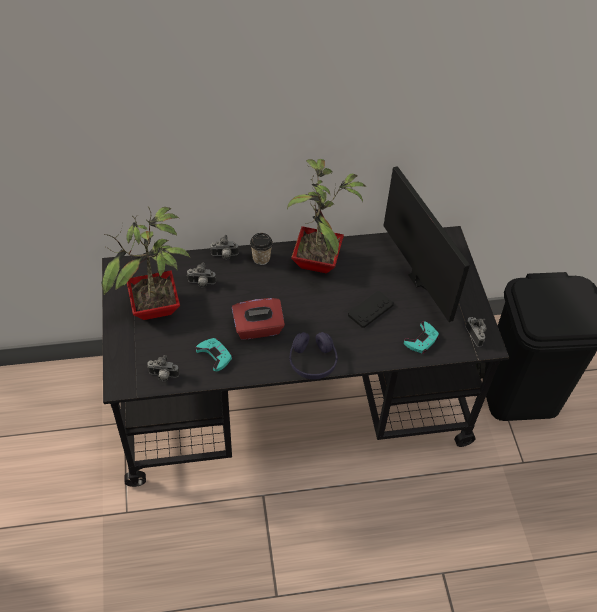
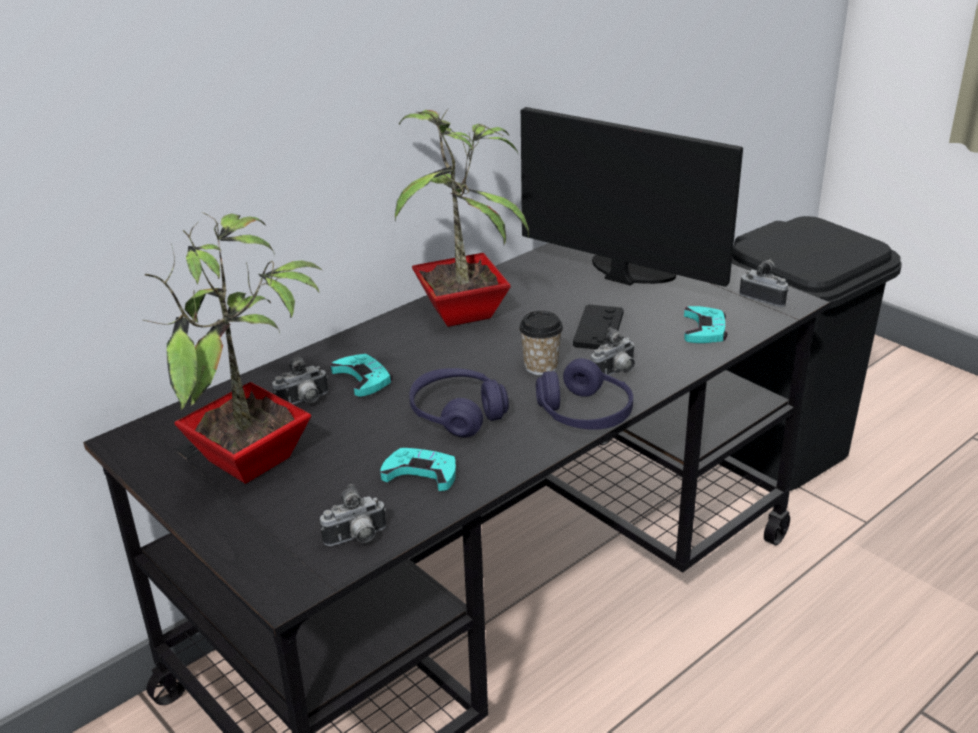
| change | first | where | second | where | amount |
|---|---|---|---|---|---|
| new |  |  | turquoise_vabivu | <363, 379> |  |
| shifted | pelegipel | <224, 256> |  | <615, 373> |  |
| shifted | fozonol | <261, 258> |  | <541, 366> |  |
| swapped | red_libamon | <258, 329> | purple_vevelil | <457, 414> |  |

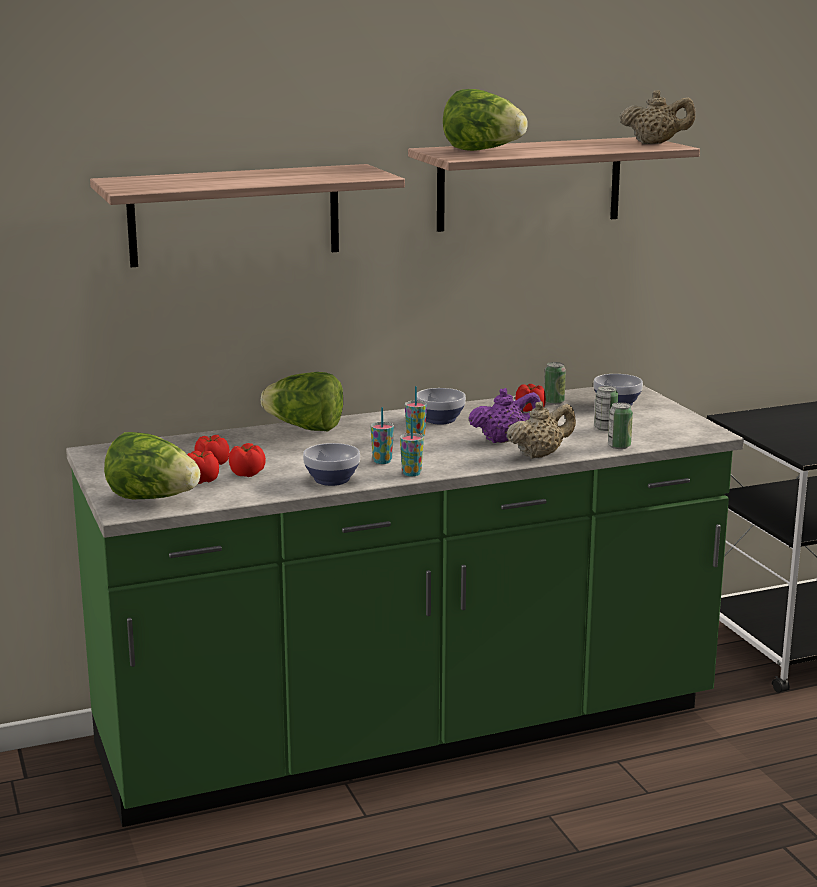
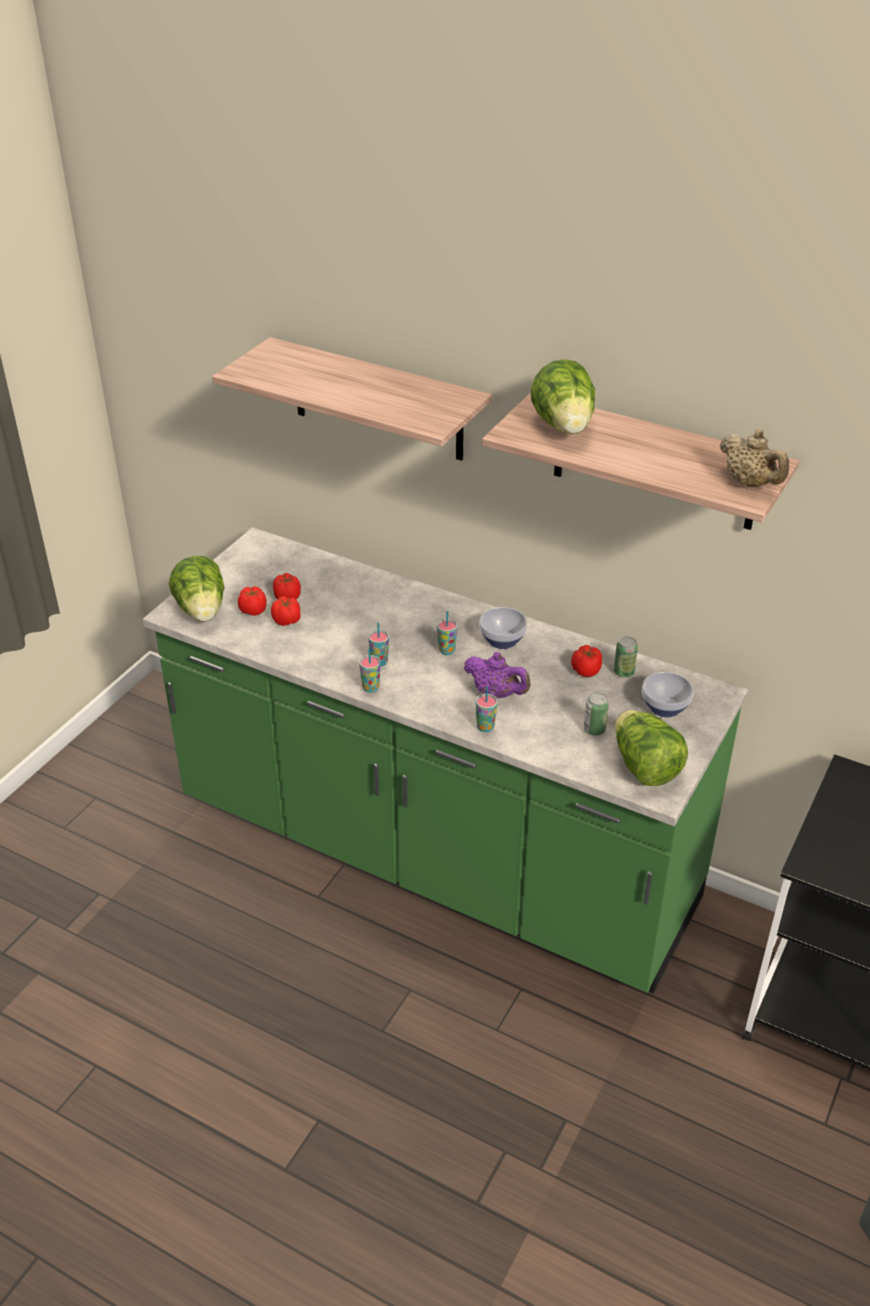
| change | first | where | second | where | amount |
|---|---|---|---|---|---|
| gone | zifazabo | <333, 480> |  |  |  |
| gone | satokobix | <619, 446> |  |  |  |
| shifted | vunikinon | <305, 428> |  | <644, 767> |  |
| swapped | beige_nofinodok | <539, 455> | fozonol | <485, 727> |  |

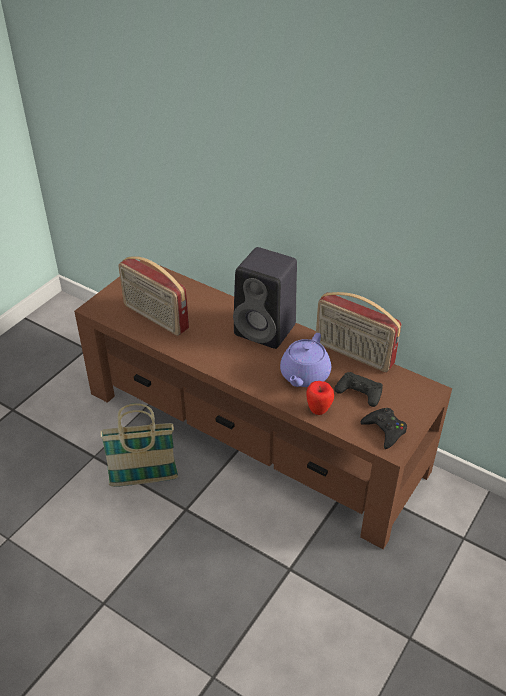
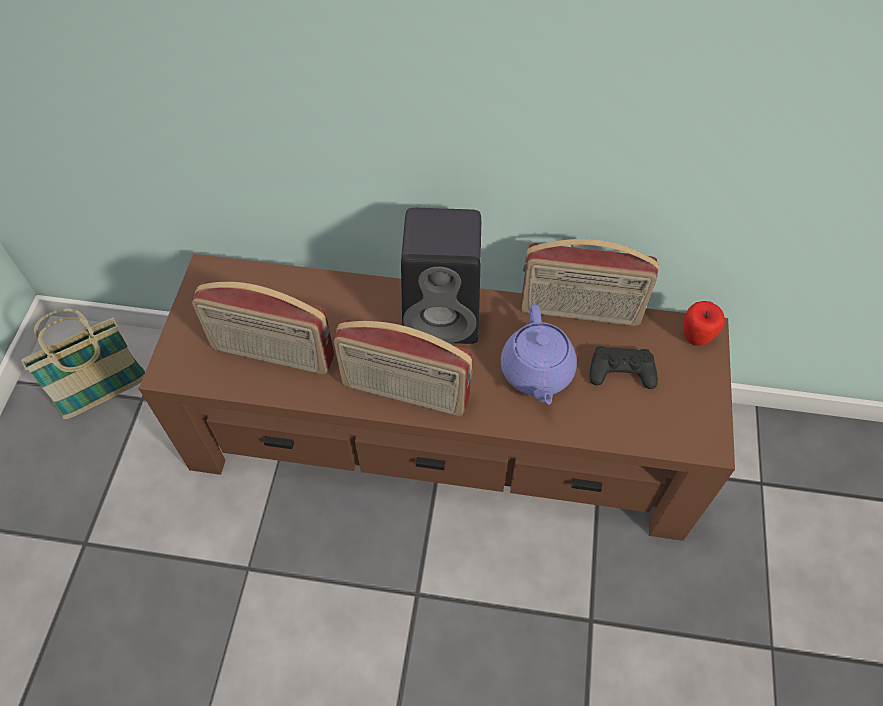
| change | first | where | second | where | amount |
|---|---|---|---|---|---|
| gone | black_vabivu | <385, 430> |  |  |  |
| new |  |  | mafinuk | <404, 393> |  |
| shifted | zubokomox | <144, 480> |  | <106, 395> |  |
| shifted | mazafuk | <318, 410> |  | <696, 337> |  |

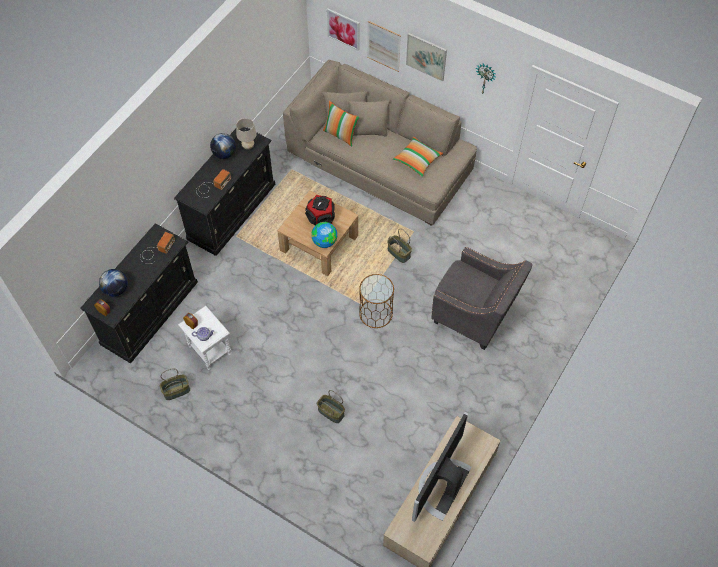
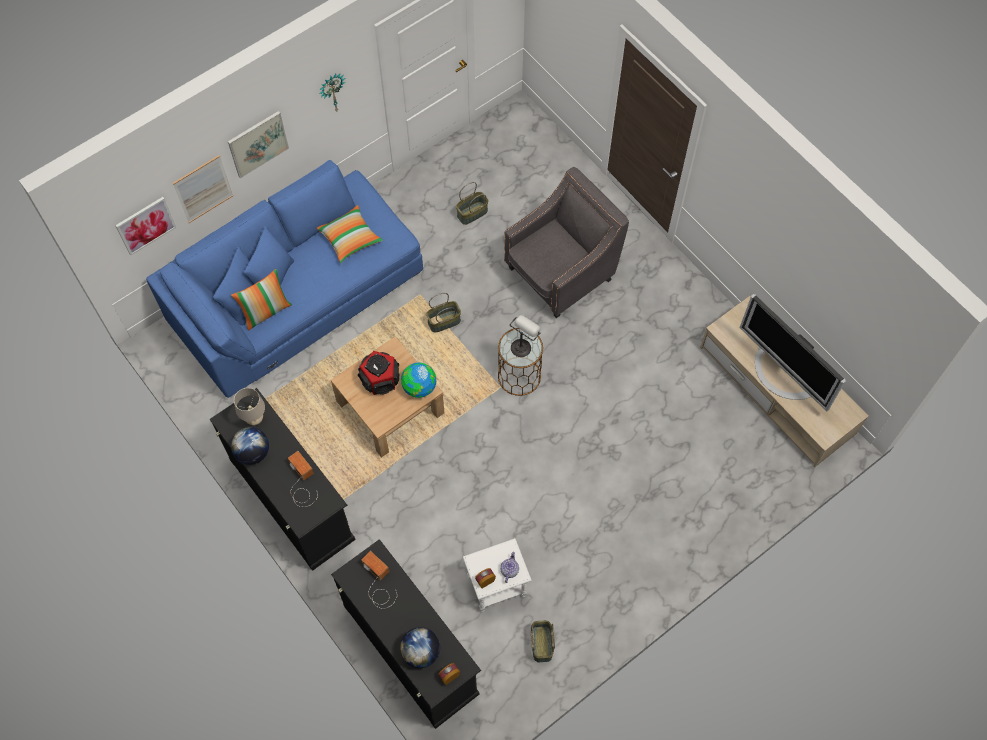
| change | first | where | second | where | amount |
|---|---|---|---|---|---|
| new |  |  | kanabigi | <523, 344> |  |
| shifted | zubokomox | <330, 412> |  | <472, 214> |  |
| repainted | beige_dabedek | <380, 162> | blue_dabedek | <297, 296> |  |

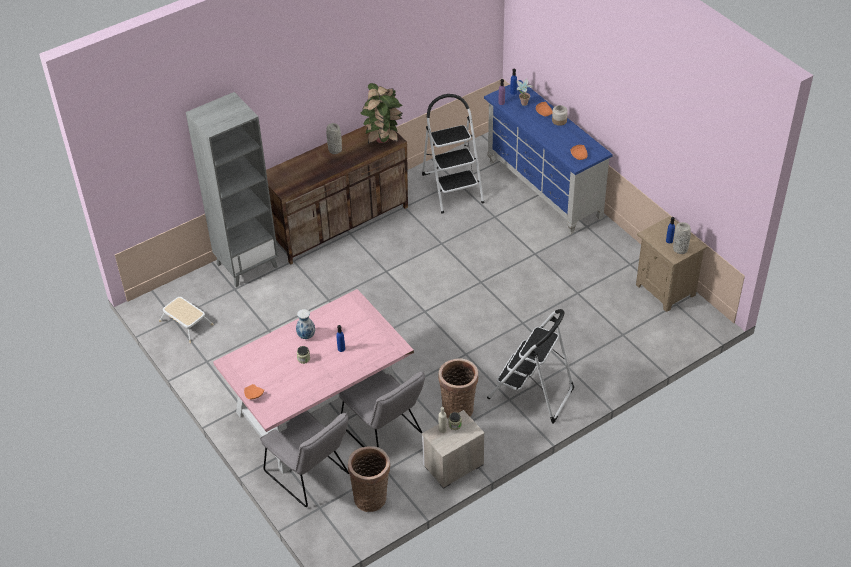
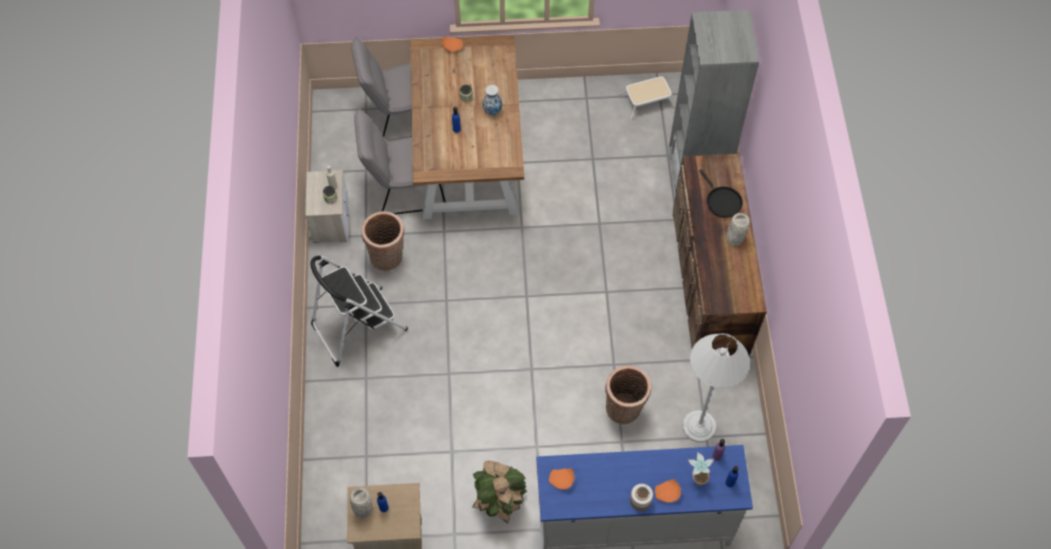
| change | first | where | second | where | amount |
|---|---|---|---|---|---|
| new |  |  | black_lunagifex | <722, 201> |  |
| shifted | zubokomox | <371, 496> |  | <624, 410> |  |
| shifted | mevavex | <383, 138> |  | <499, 503> |  |
| swapped | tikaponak | <452, 187> | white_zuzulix | <699, 426> |  |
| repainted | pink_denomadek | <320, 409> | brown_denomadek | <467, 154> |  |

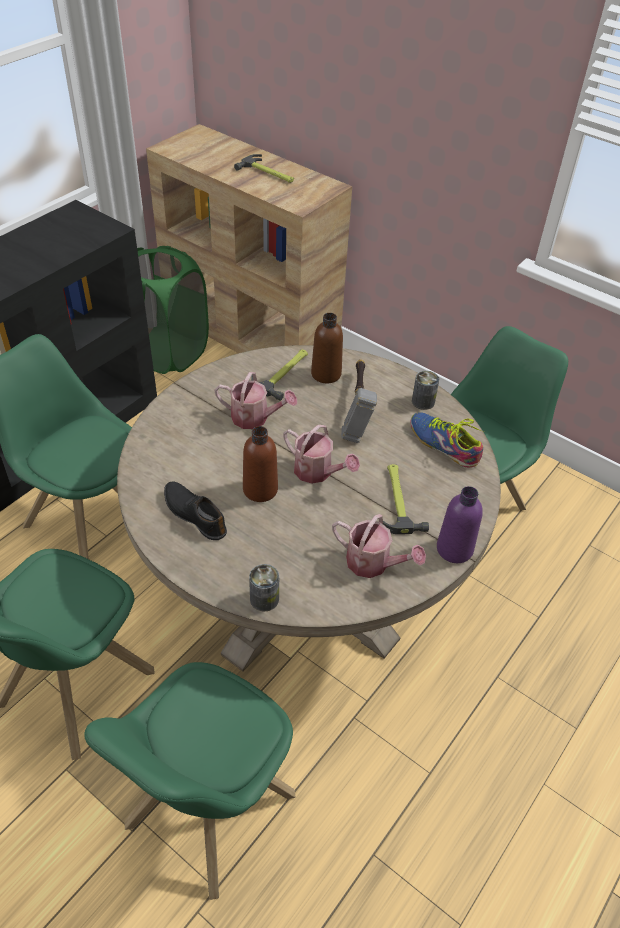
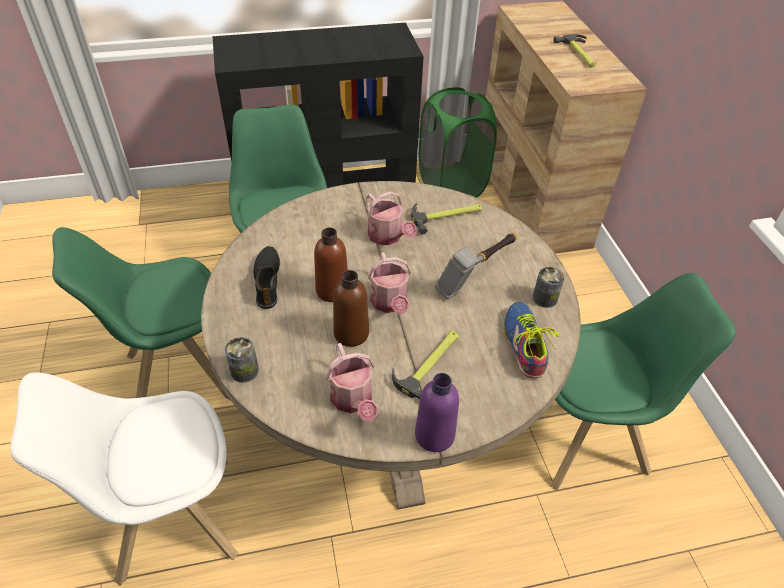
| change | first | where | second | where | amount |
|---|---|---|---|---|---|
| shifted | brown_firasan | <326, 374> |  | <351, 333> |  |
| repainted | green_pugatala | <208, 809> | white_pugatala | <173, 519> |  |

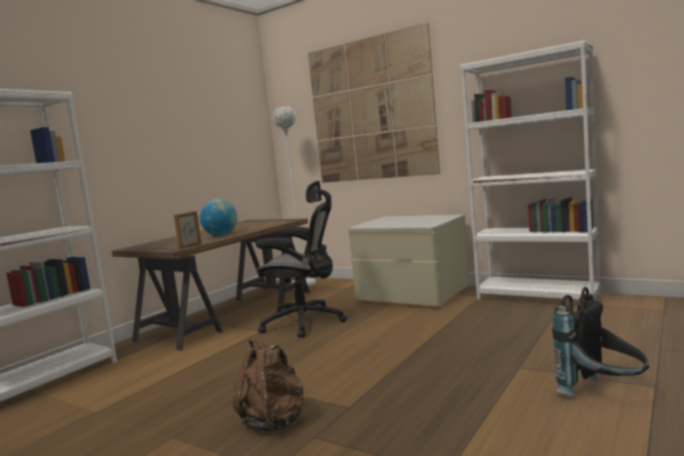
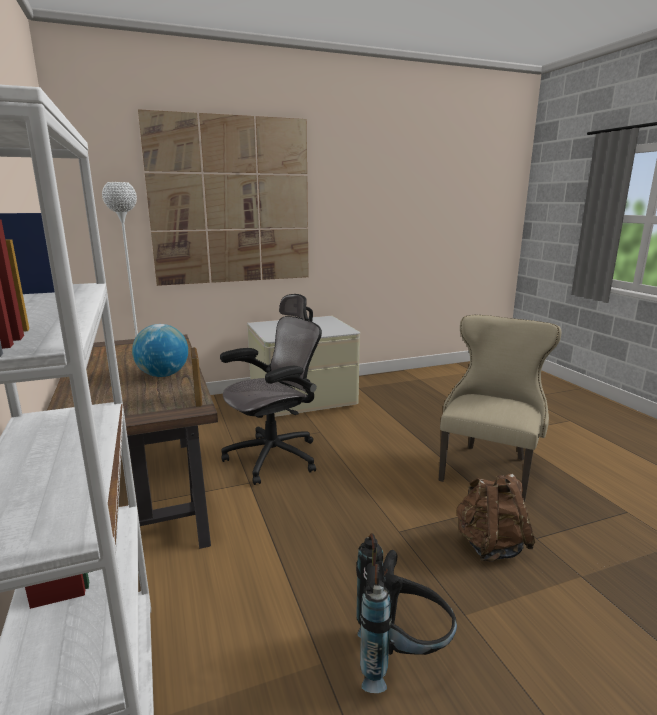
| change | first | where | second | where | amount |
|---|---|---|---|---|---|
| gone | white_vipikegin | <538, 297> |  |  |  |
| new |  |  | beige_pugatala | <489, 468> |  |
| shifted | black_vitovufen | <602, 395> |  | <400, 657> |  |

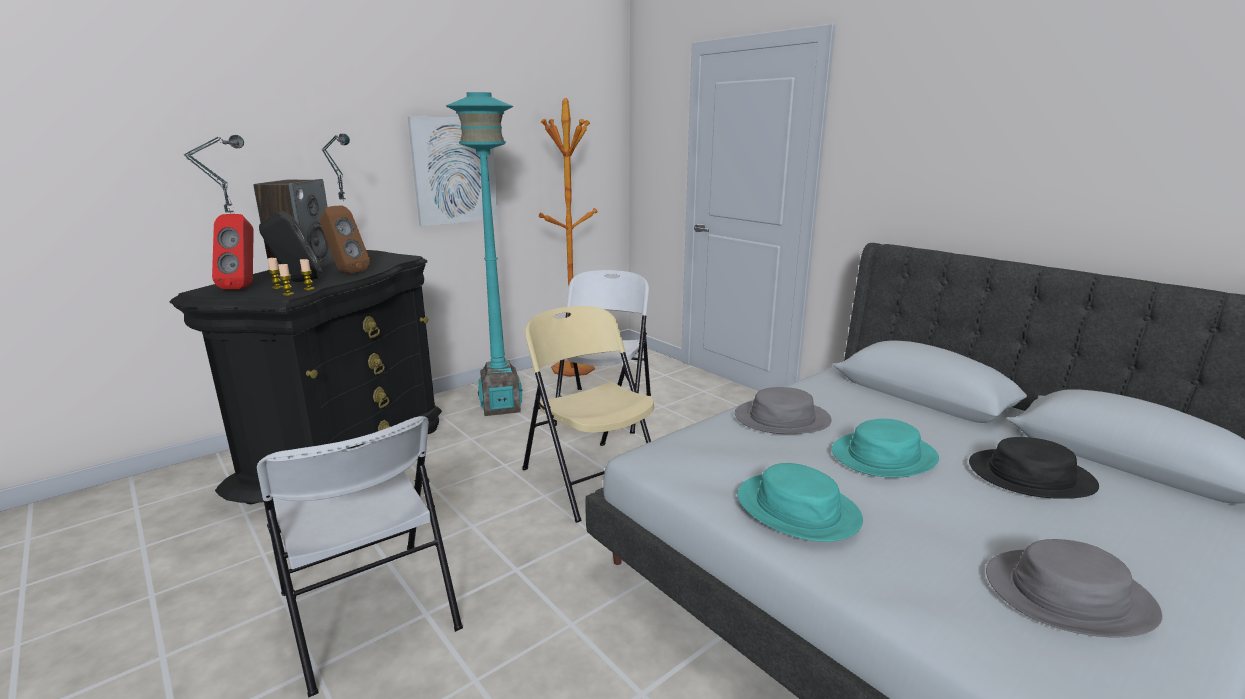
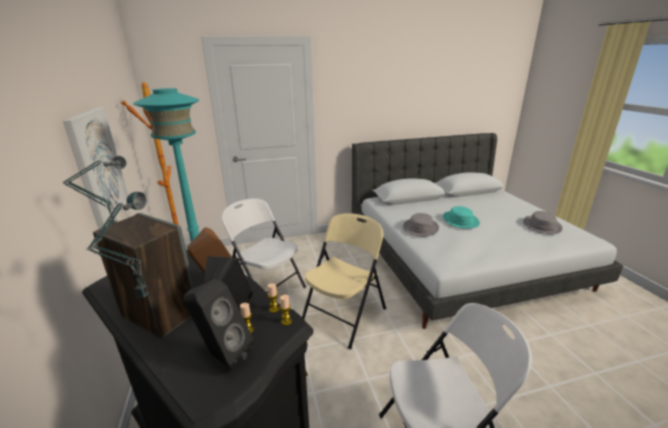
| change | first | where | second | where | amount |
|---|---|---|---|---|---|
| gone | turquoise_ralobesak | <797, 508> |  |  |  |
| gone | black_ralobesak | <1030, 475> |  |  |  |
| repainted | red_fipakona | <244, 287> | black_fipakona | <222, 356> |  |
| rotated | beige_pugatala | <592, 479> |  | <344, 316> | 135 degrees clockwise |

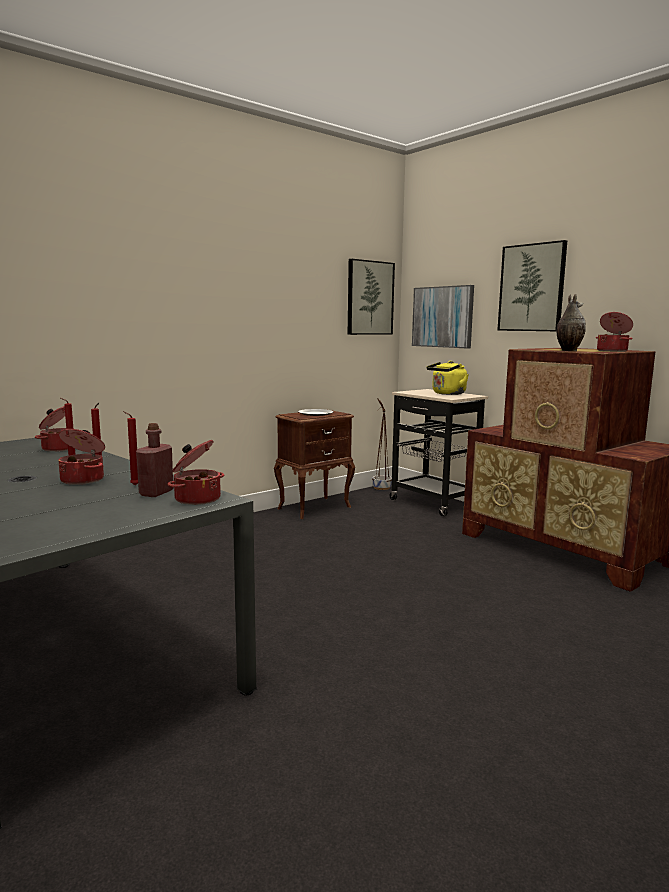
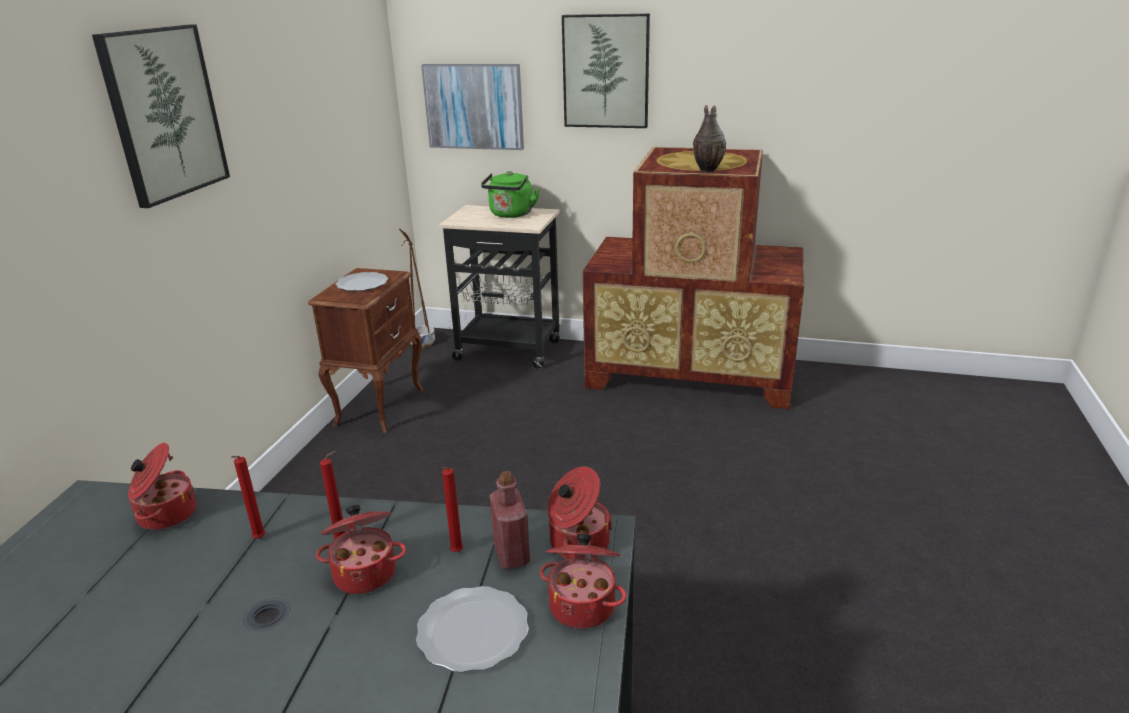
| change | first | where | second | where | amount |
|---|---|---|---|---|---|
| new |  |  | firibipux | <474, 632> |  |
| shifted | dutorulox | <369, 298> |  | <164, 113> |  |
| shifted | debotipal | <612, 351> |  | <583, 605> |  |
| repainted | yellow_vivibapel | <447, 394> | green_vivibapel | <511, 215> |  |

